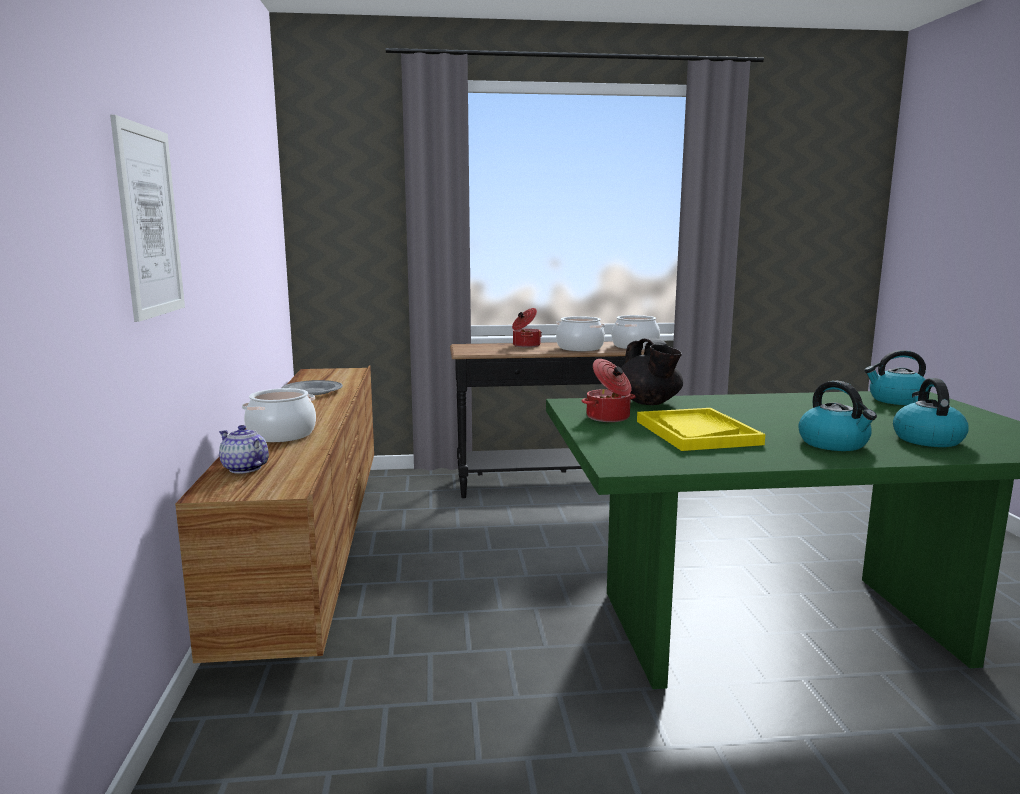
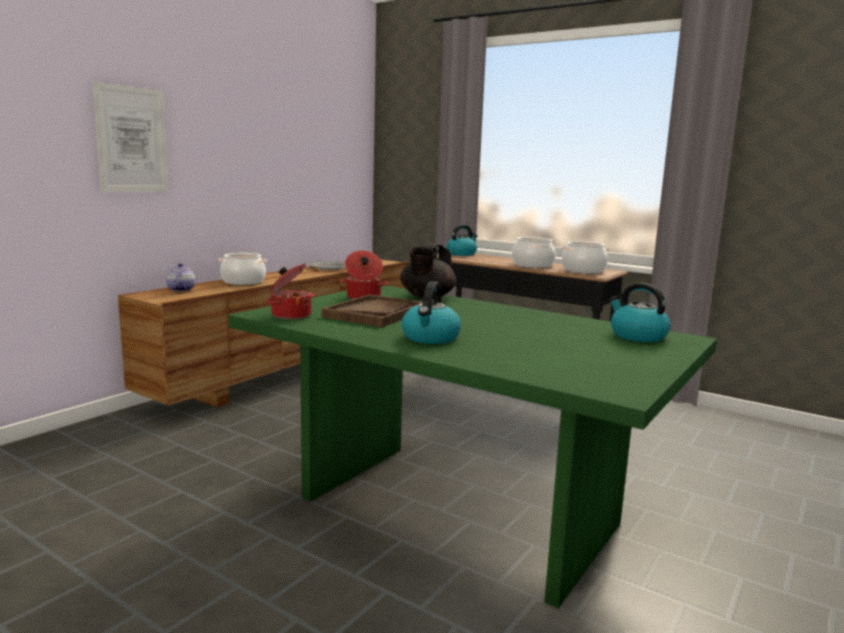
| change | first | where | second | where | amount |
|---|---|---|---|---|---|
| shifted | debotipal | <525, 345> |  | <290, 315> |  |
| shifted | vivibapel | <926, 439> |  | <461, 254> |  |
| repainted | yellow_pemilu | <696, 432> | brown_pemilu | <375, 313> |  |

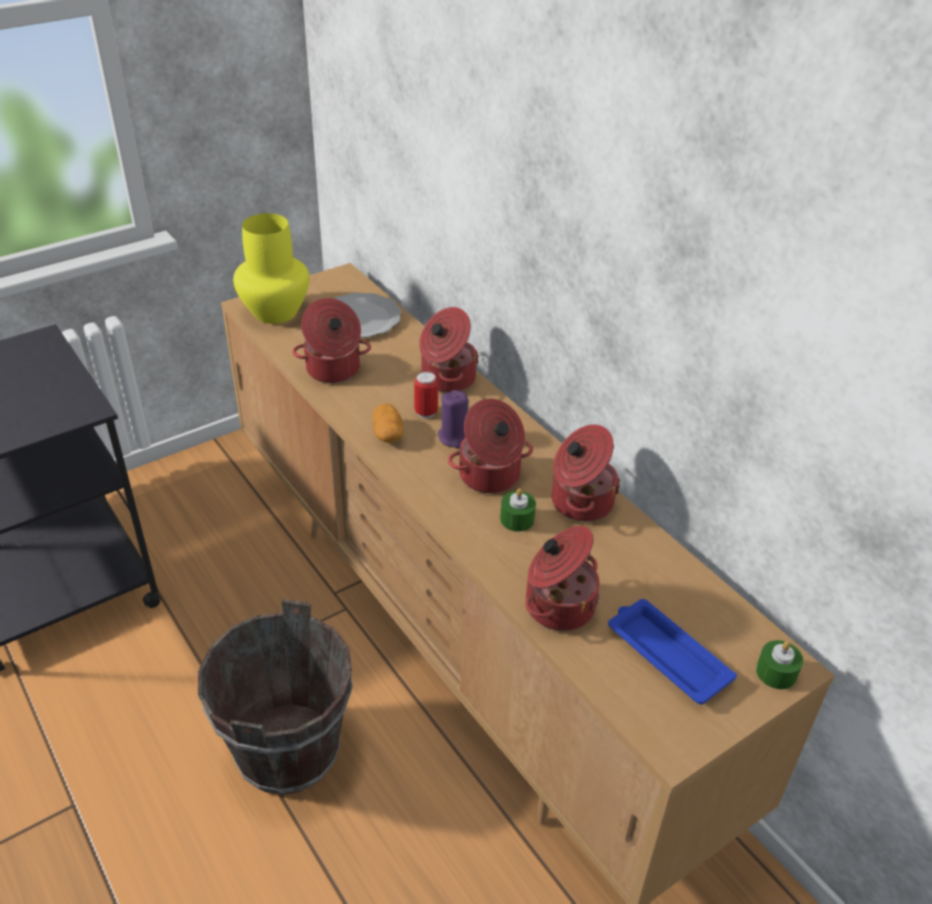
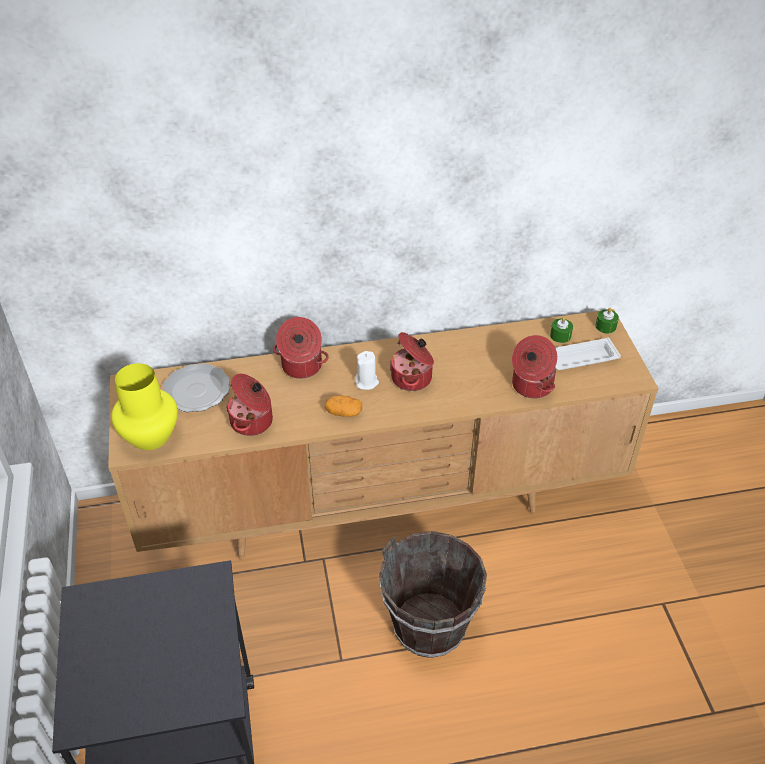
| change | first | where | second | where | amount |
|---|---|---|---|---|---|
| gone | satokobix | <426, 412> |  |  |  |
| gone | debotipal | <580, 502> |  |  |  |
| shifted | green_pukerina | <517, 519> |  | <560, 335> |  |
| repainted | purple_pukerina | <454, 438> | white_pukerina | <367, 382> |  |
| repainted | blue_pemilu | <666, 654> | white_pemilu | <580, 358> |  |

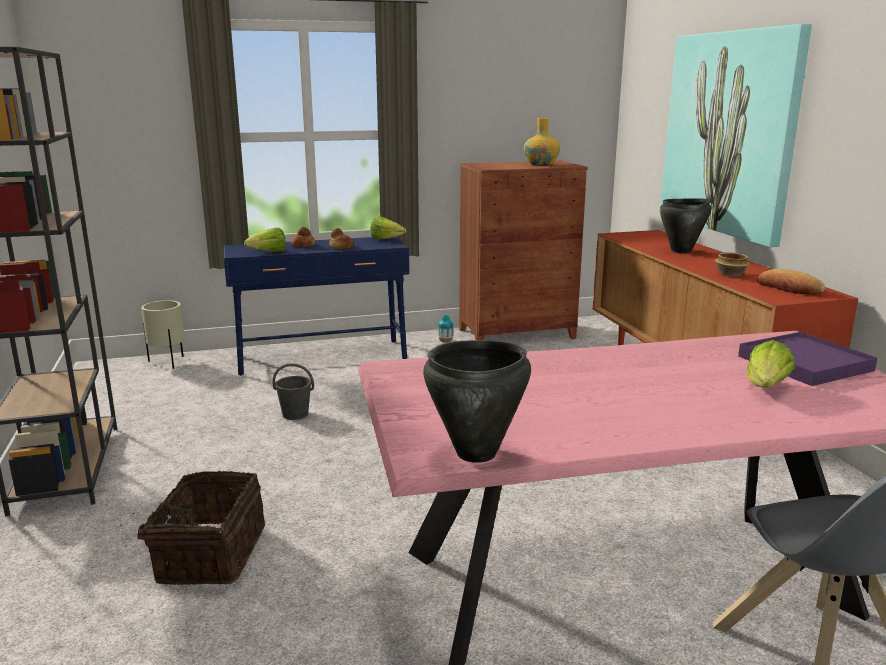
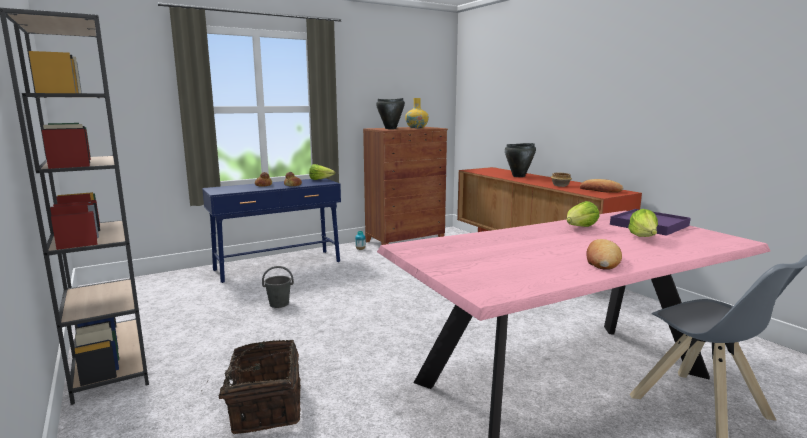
| change | first | where | second | where | amount |
|---|---|---|---|---|---|
| gone | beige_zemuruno | <168, 362> |  |  |  |
| gone | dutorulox | <730, 133> |  |  |  |
| new |  |  | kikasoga | <602, 260> |  |
| shifted | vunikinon | <269, 252> |  | <580, 228> |  |
| shifted | black_debotipal | <477, 453> |  | <391, 128> |  |

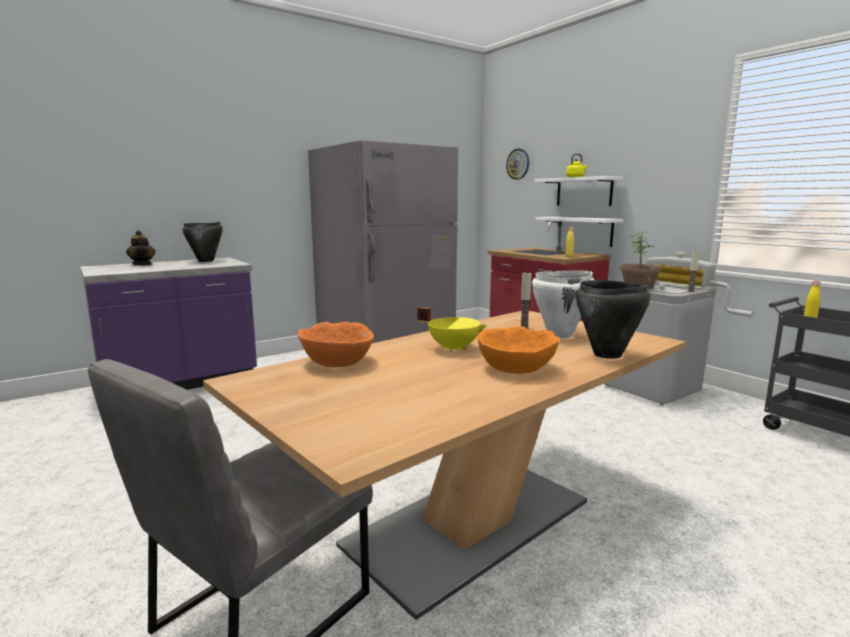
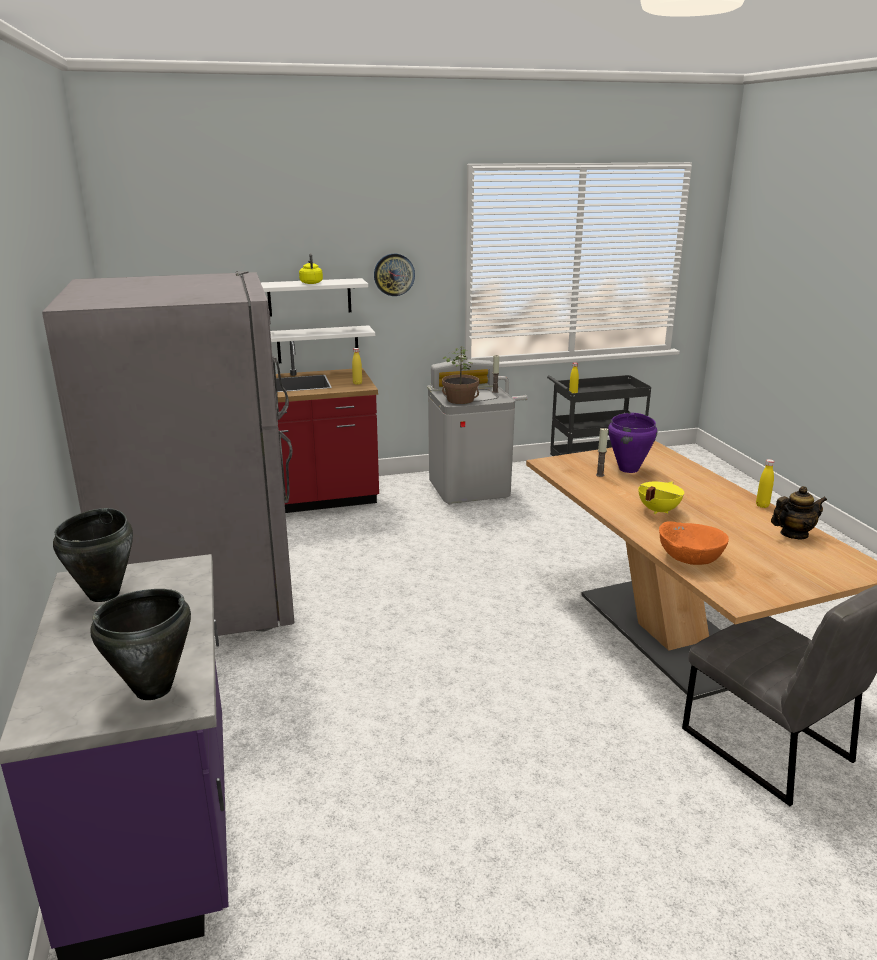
| change | first | where | second | where | amount |
|---|---|---|---|---|---|
| gone | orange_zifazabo | <516, 368> |  |  |  |
| new |  |  | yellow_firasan | <762, 505> |  |
| shifted | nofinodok | <142, 264> |  | <793, 534> |  |
| shifted | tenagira | <518, 164> |  | <394, 274> |  |
| shifted | black_debotipal | <607, 355> |  | <154, 689> |  |
| repainted | white_debotipal | <560, 335> | purple_debotipal | <629, 469> |  |

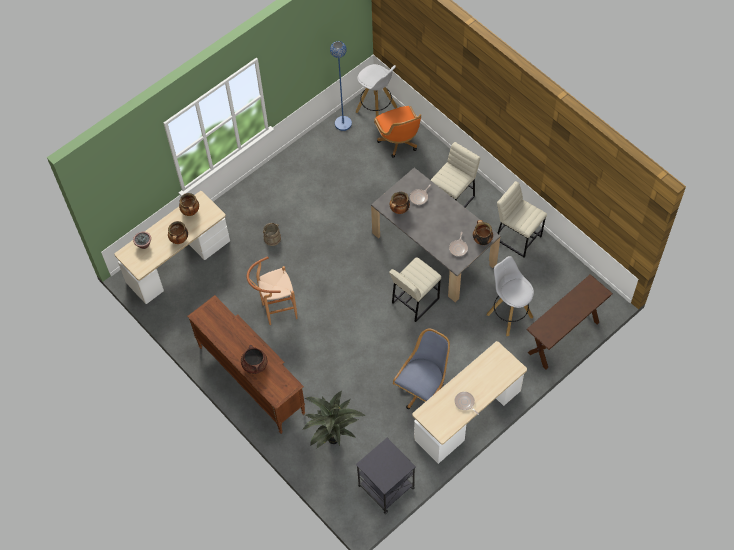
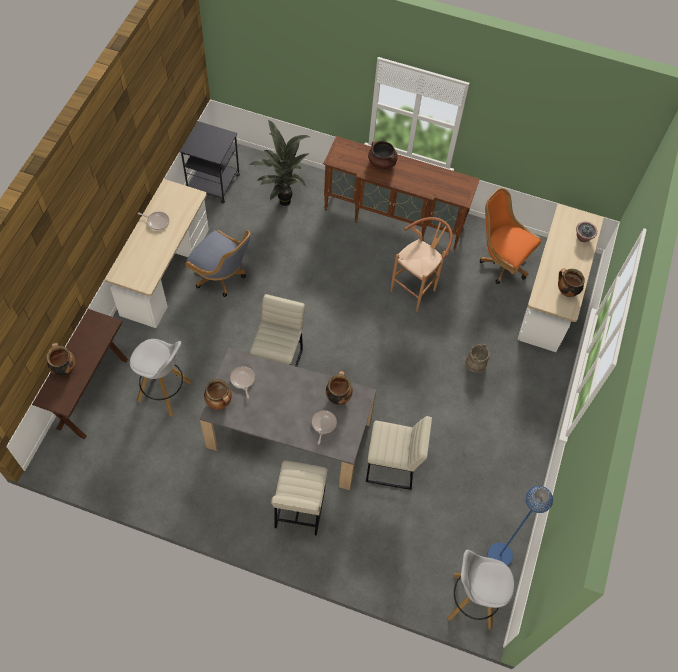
| change | first | where | second | where | amount |
|---|---|---|---|---|---|
| shifted | debotipal | <179, 240> |  | <64, 368> |  |
| shifted | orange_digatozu | <400, 144> |  | <500, 262> |  |
| shifted | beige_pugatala | <517, 237> |  | <392, 467> |  |
| rotated | blue_digatozu | <423, 388> |  | <223, 278> | 60 degrees counterclockwise |

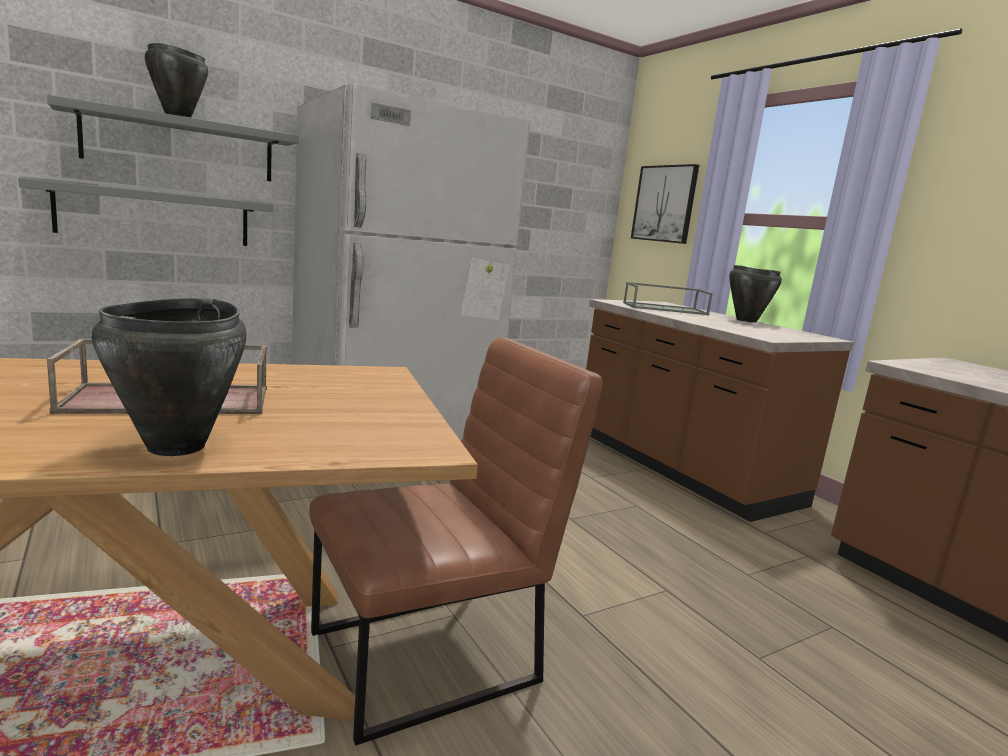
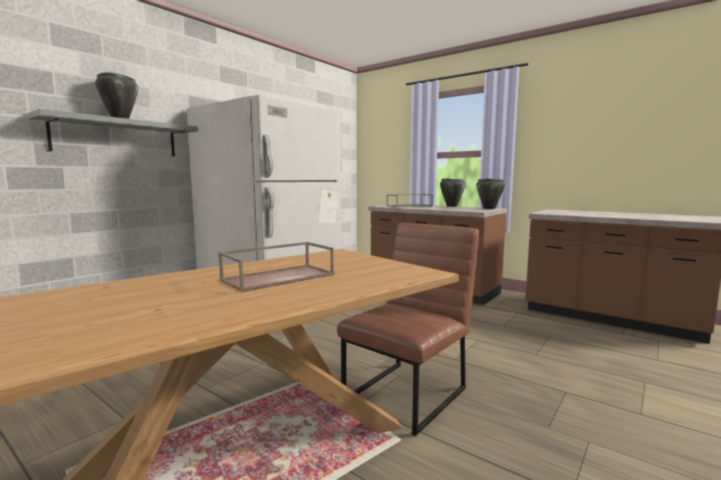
| change | first | where | second | where | amount |
|---|---|---|---|---|---|
| gone | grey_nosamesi | <156, 215> |  |  |  |
| gone | dutorulox | <664, 204> |  |  |  |
| shifted | black_debotipal | <178, 446> |  | <489, 208> |  |

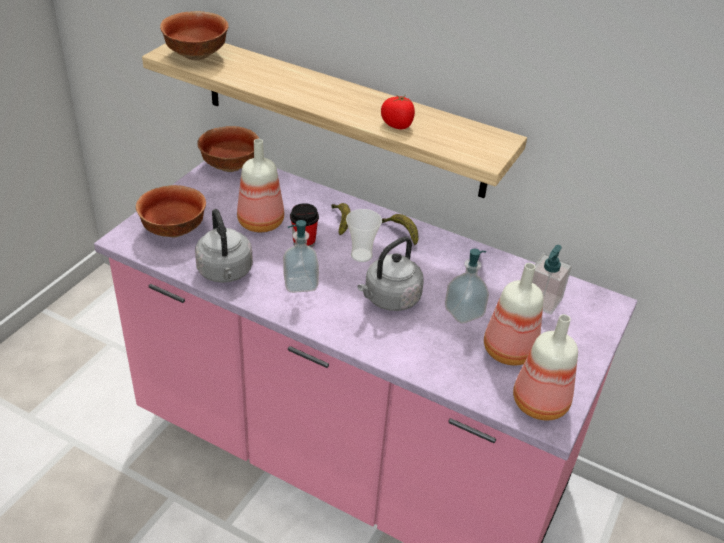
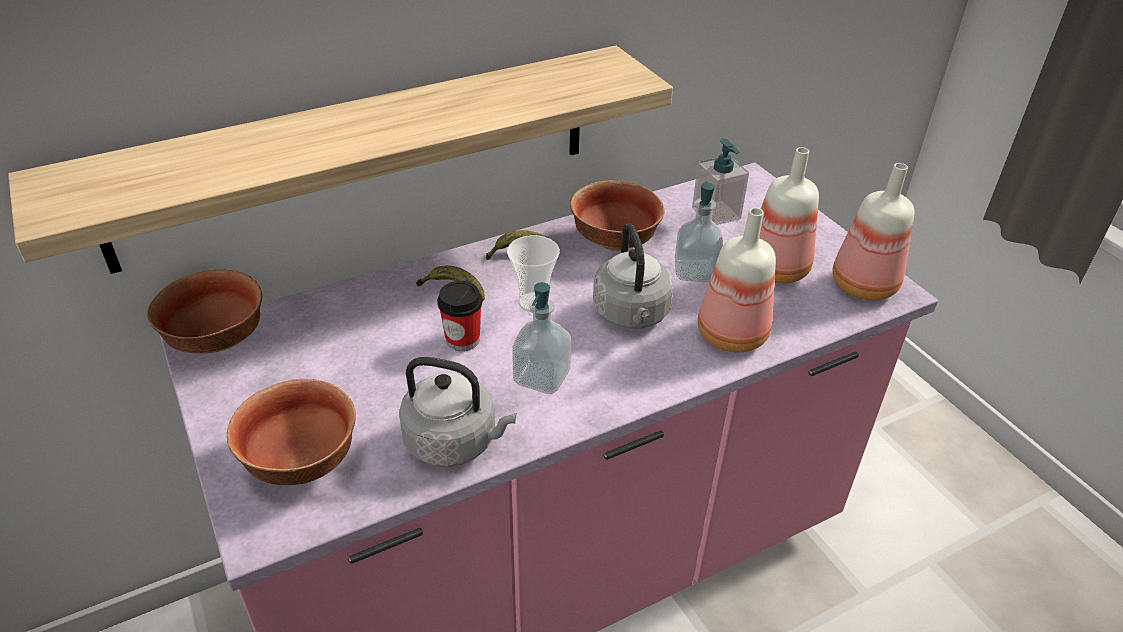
| change | first | where | second | where | amount |
|---|---|---|---|---|---|
| gone | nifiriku | <397, 125> |  |  |  |
| shifted | zifazabo | <198, 55> |  | <615, 240> |  |
| shifted | firasan | <259, 222> |  | <729, 335> |  |

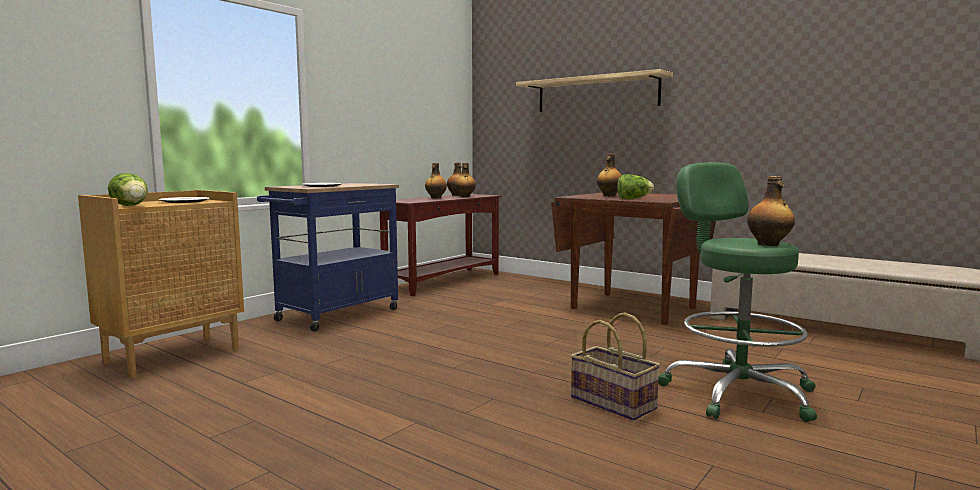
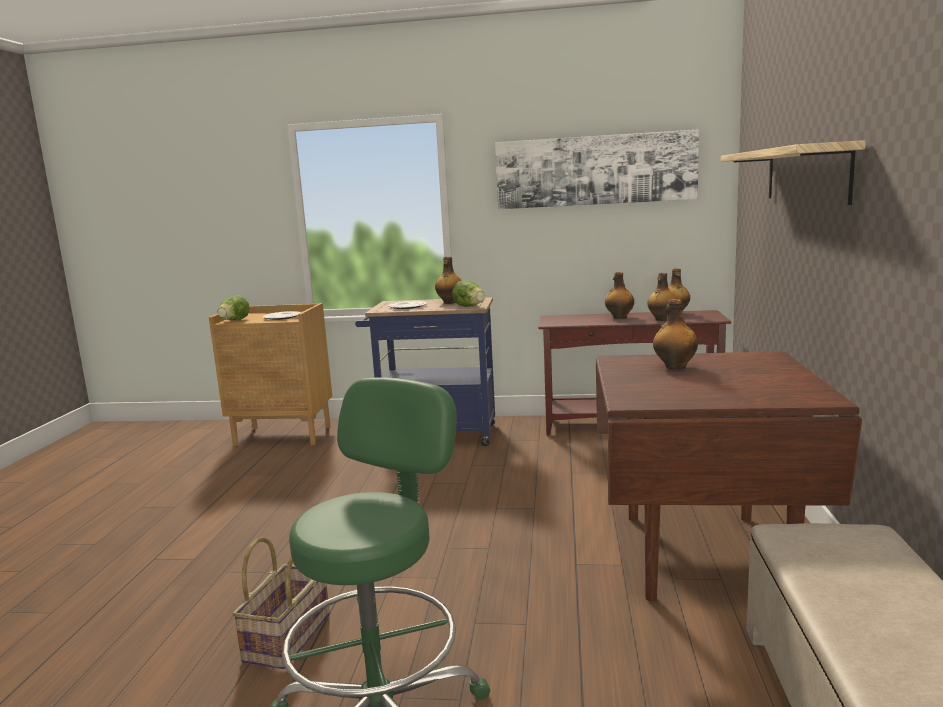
| change | first | where | second | where | amount |
|---|---|---|---|---|---|
| new |  |  | dutorulox | <595, 170> |  |
| shifted | vunikinon | <633, 199> |  | <470, 307> |  |
| shifted | firasan | <769, 244> |  | <449, 302> |  |

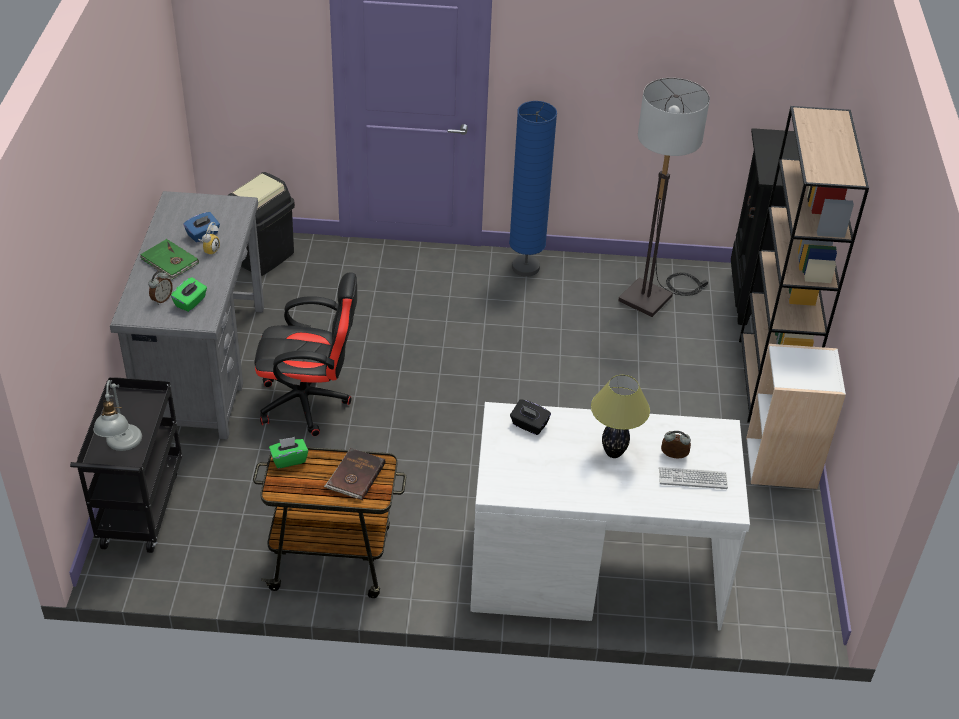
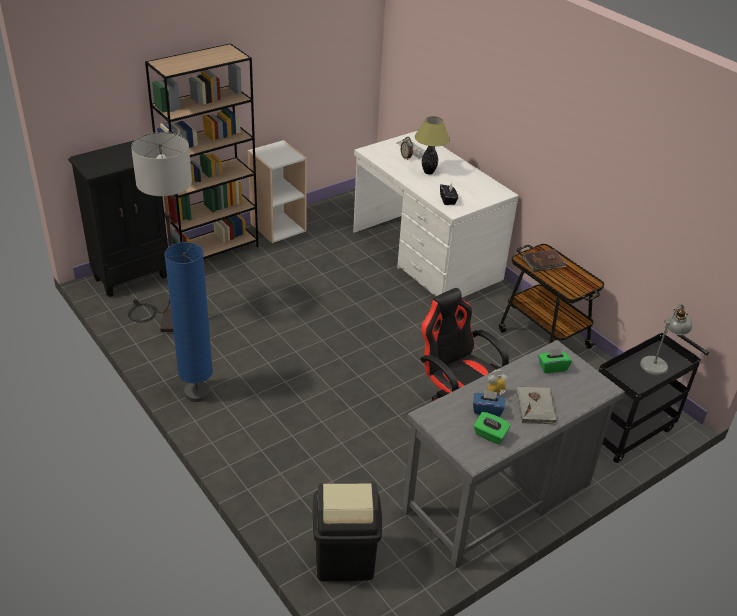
| change | first | where | second | where | amount |
|---|---|---|---|---|---|
| gone | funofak | <161, 299> |  |  |  |
| shifted | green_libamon | <289, 459> |  | <490, 435> |  |
| repainted | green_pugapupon | <169, 262> | grey_pugapupon | <536, 407> |  |

